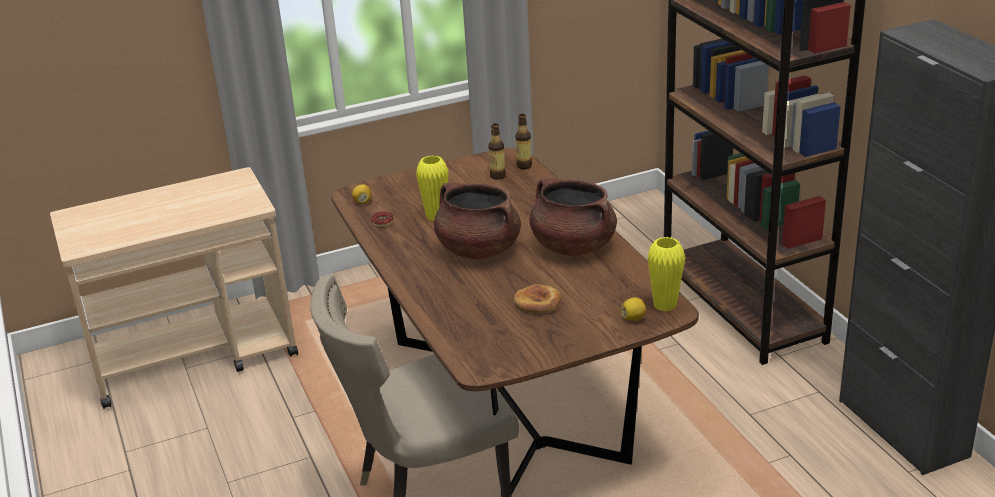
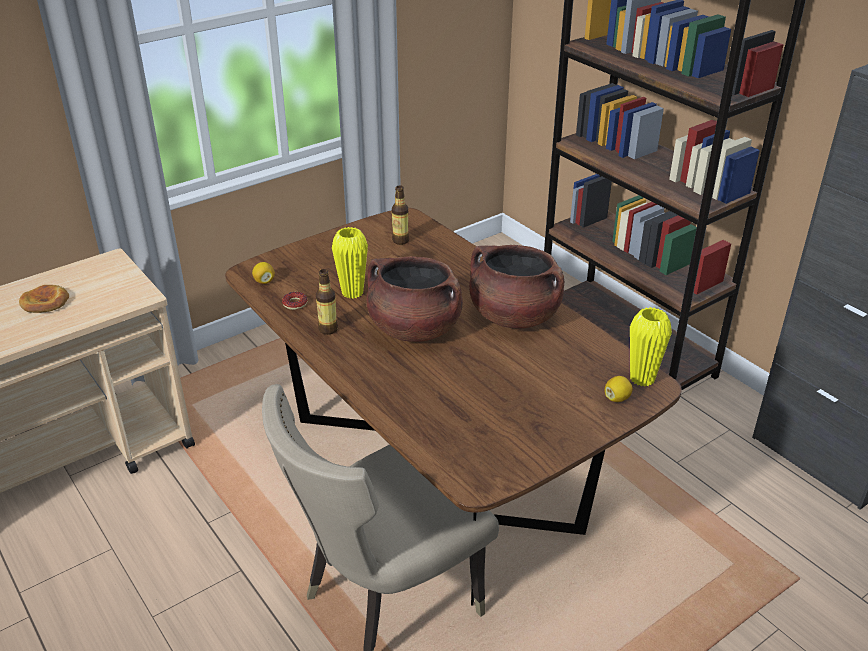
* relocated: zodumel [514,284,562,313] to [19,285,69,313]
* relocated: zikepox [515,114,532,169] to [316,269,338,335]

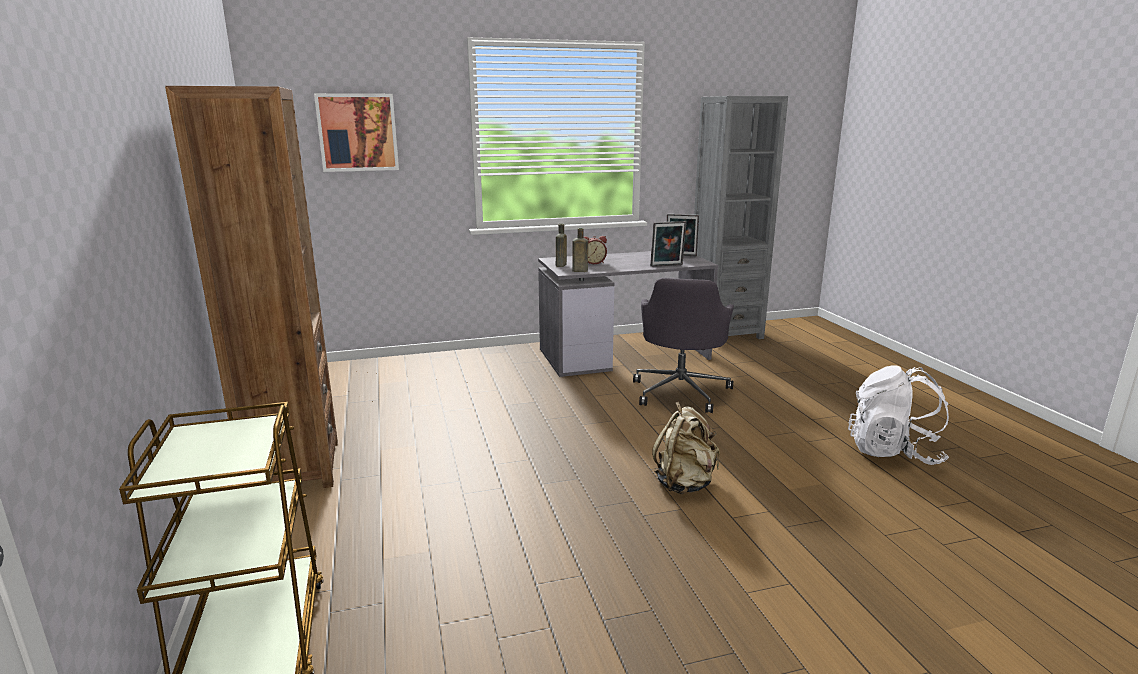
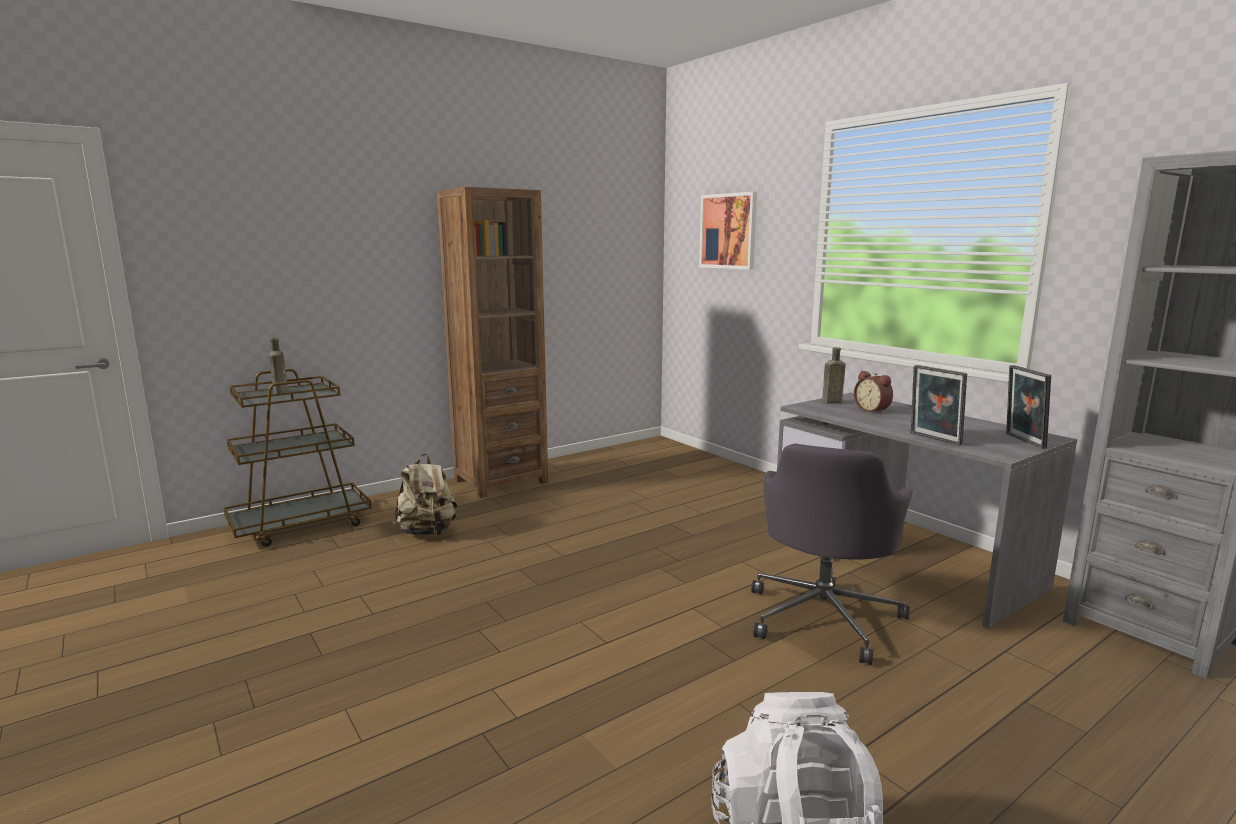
* relocated: brown zikepox [572,228,588,272] to [269,338,288,394]
* relocated: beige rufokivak [652,402,720,494] to [392,454,458,536]
* spun: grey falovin [633,278,734,413] = [751,444,913,665] 60 degrees counterclockwise

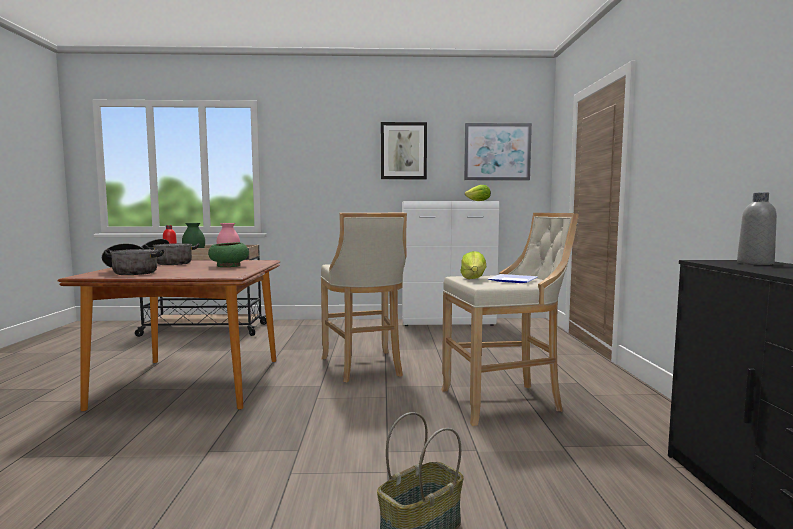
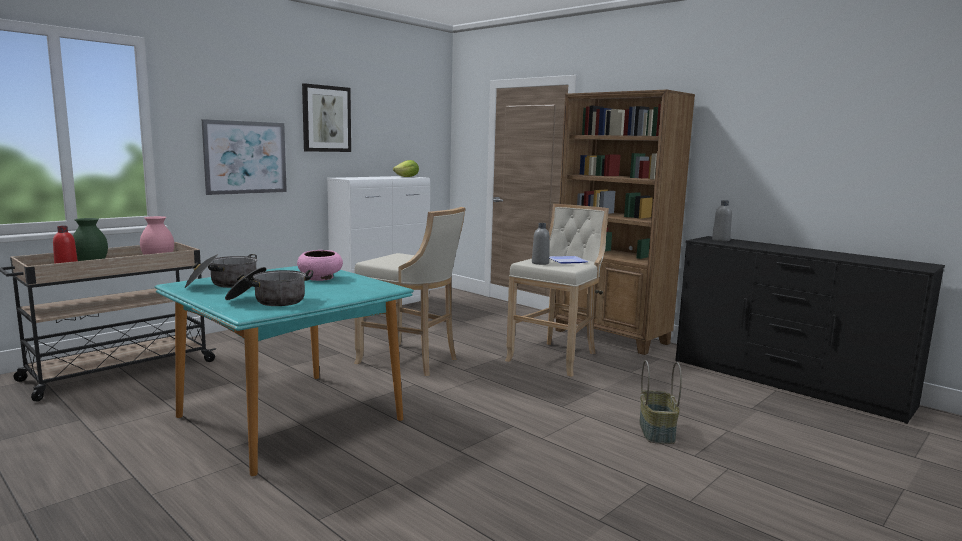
* appeared: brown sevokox [554,90,695,355]
* relocated: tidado [464,123,532,180] to [202,119,287,195]
* exchanged: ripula [460,251,486,279] to grey zikepox [532,223,550,265]
* colour: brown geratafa [58,260,280,412] to turquoise geratafa [155,266,414,476]
* colour: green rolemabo [208,242,249,267] to pink rolemabo [297,250,343,281]

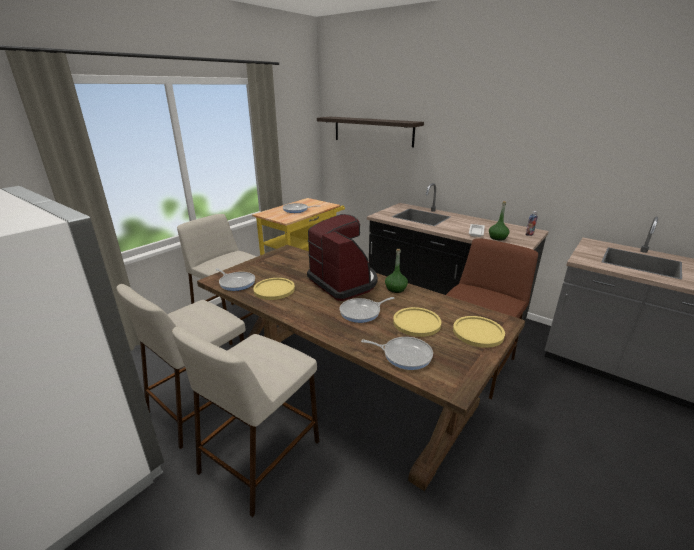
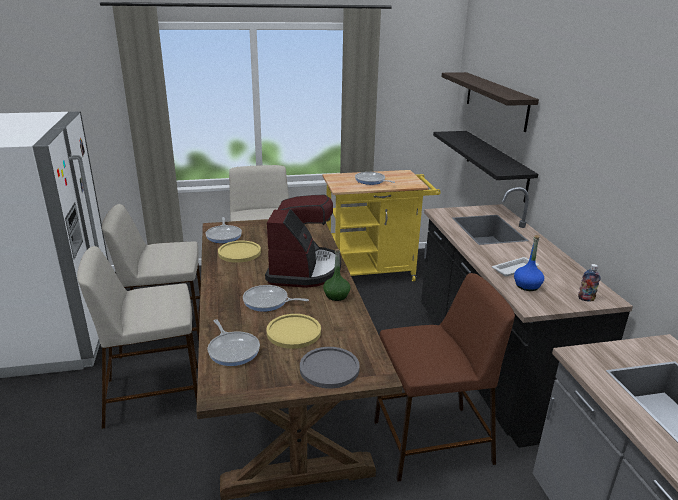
* appeared: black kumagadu [433,131,538,203]
* colour: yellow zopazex [453,316,505,348] to grey zopazex [300,347,360,389]
* colour: green zikepox [489,201,510,240] to blue zikepox [514,235,544,291]

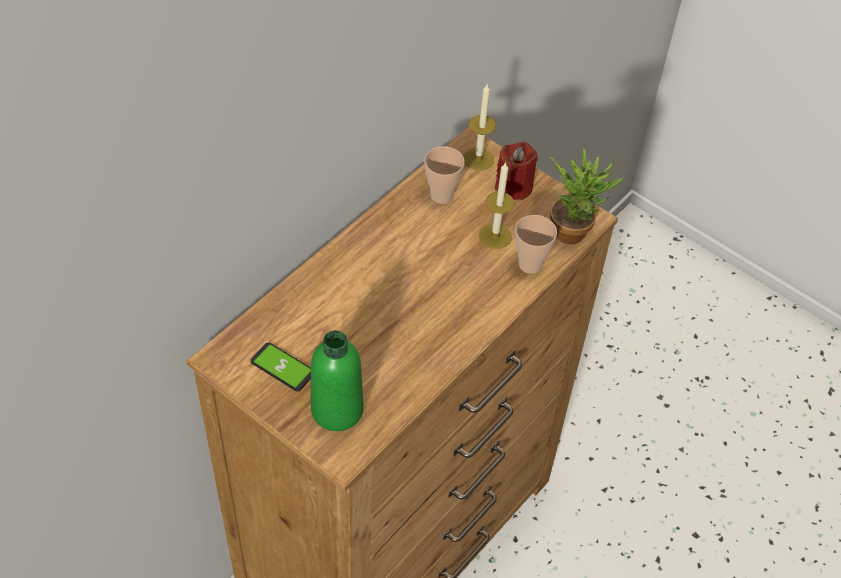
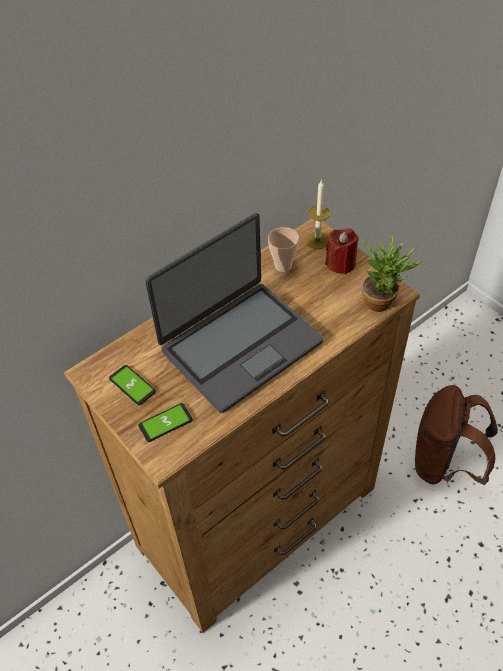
* missing: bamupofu [479,162,514,249]
* missing: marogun [515,215,557,274]
* appeared: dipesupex [145,213,323,413]
* appeared: brown rufokivak [415,385,498,485]
* exchanged: green zikepox [311,330,364,431] to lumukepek [139,403,193,442]

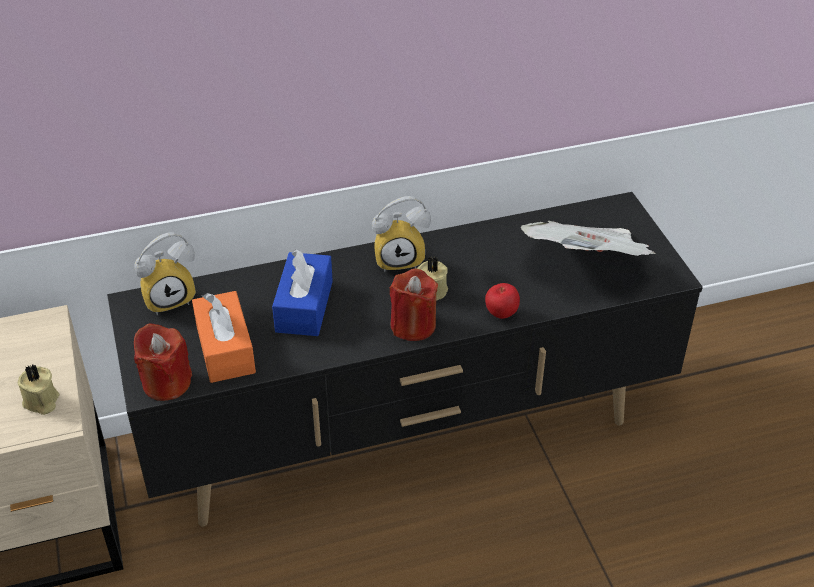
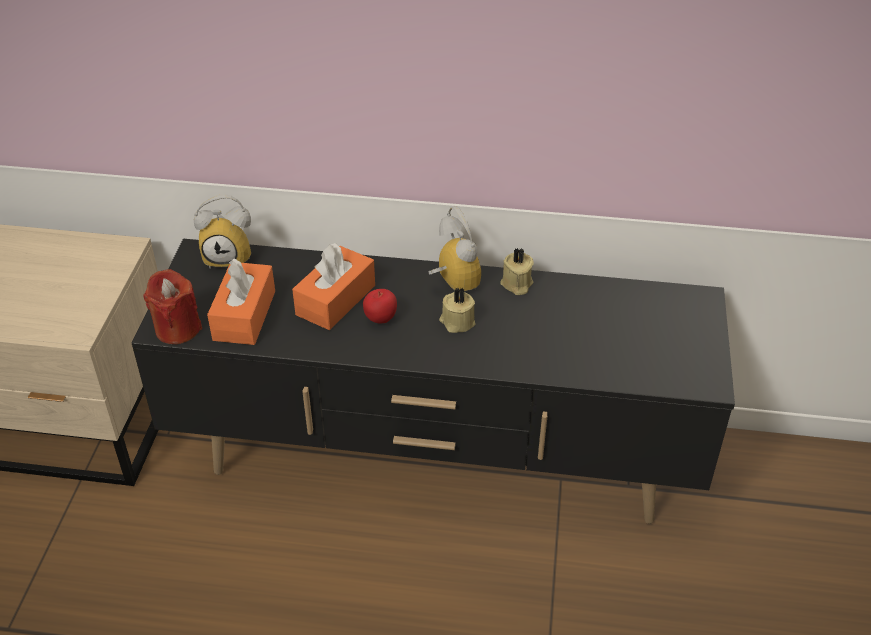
* missing: red bamupofu [390,268,438,341]
* missing: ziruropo [521,221,656,256]
* relocated: beige bamupofu [18,365,59,415] to [500,248,534,295]
* relocated: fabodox [485,283,520,319] to [363,289,397,323]
* colour: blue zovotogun [272,249,333,336] to orange zovotogun [292,243,375,330]
* spun: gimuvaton [372,196,431,272] = [428,207,481,291] 135 degrees counterclockwise

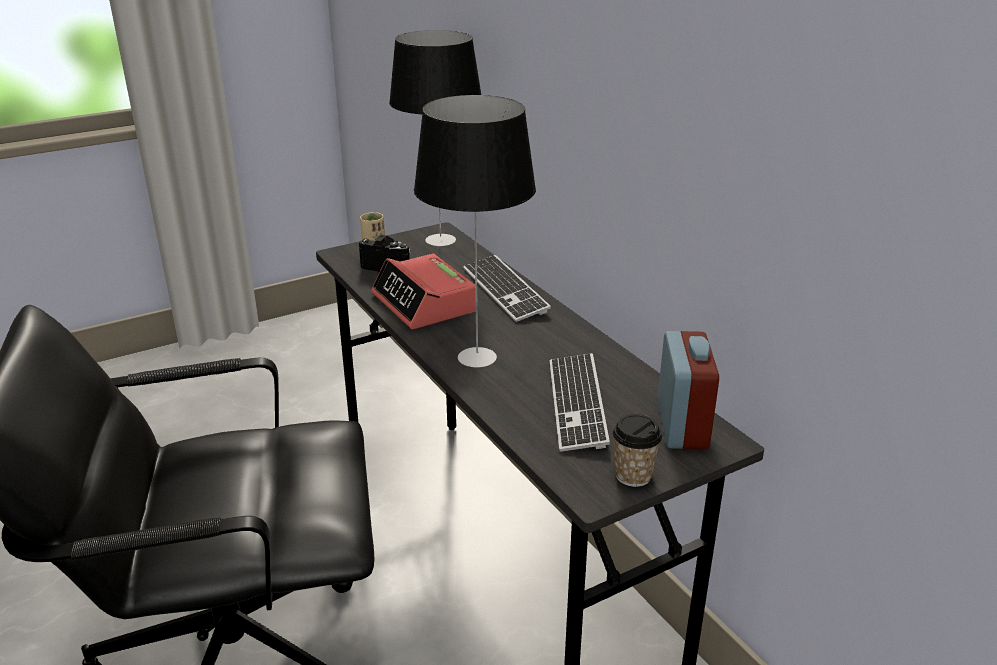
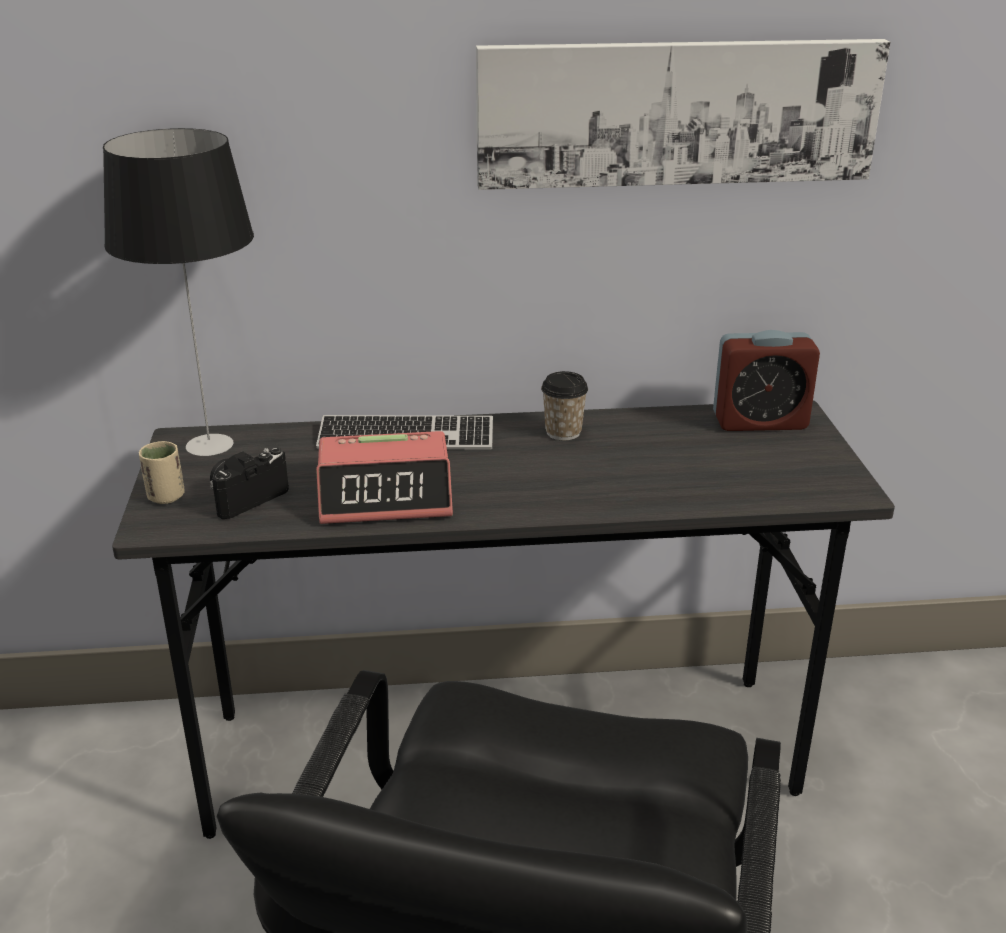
* missing: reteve [414,95,536,368]
* missing: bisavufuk [549,353,610,452]
* appeared: tidado [476,39,890,190]
* relocated: marogun [612,414,662,487] to [541,371,588,440]
* spun: gimuvaton [658,331,719,449] = [713,330,820,431] 150 degrees clockwise

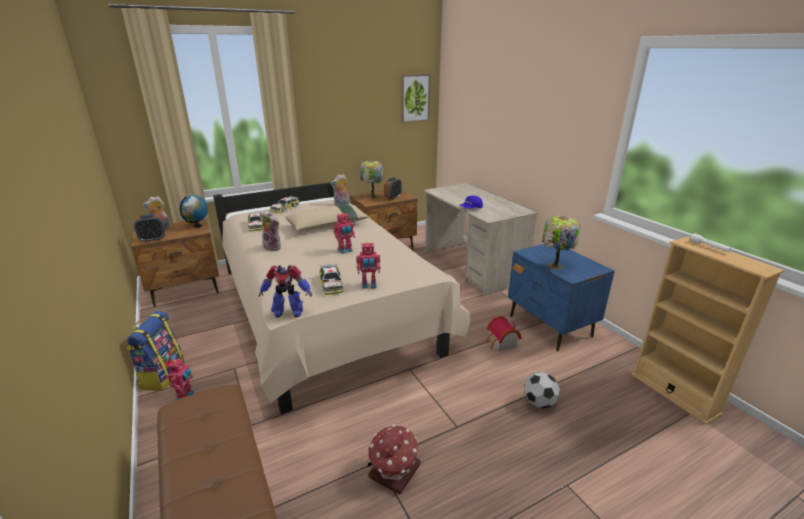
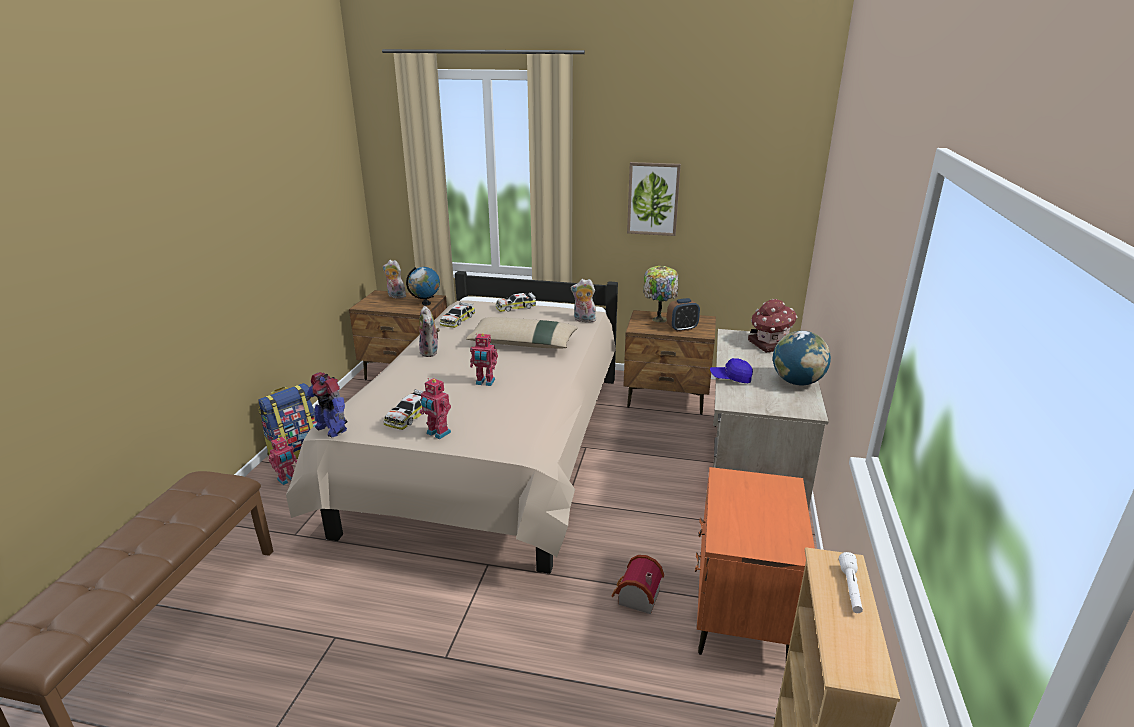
* missing: gimuvaton [134,214,165,242]
* missing: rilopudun [524,372,560,408]
* missing: reteve [542,216,580,270]
* appeared: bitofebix [773,331,831,385]
* relocated: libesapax [368,424,421,495] to [748,299,797,353]
* relocated: tidado [401,74,431,123] to [627,162,681,236]
* colour: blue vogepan [508,244,615,351] to orange vogepan [695,467,815,660]

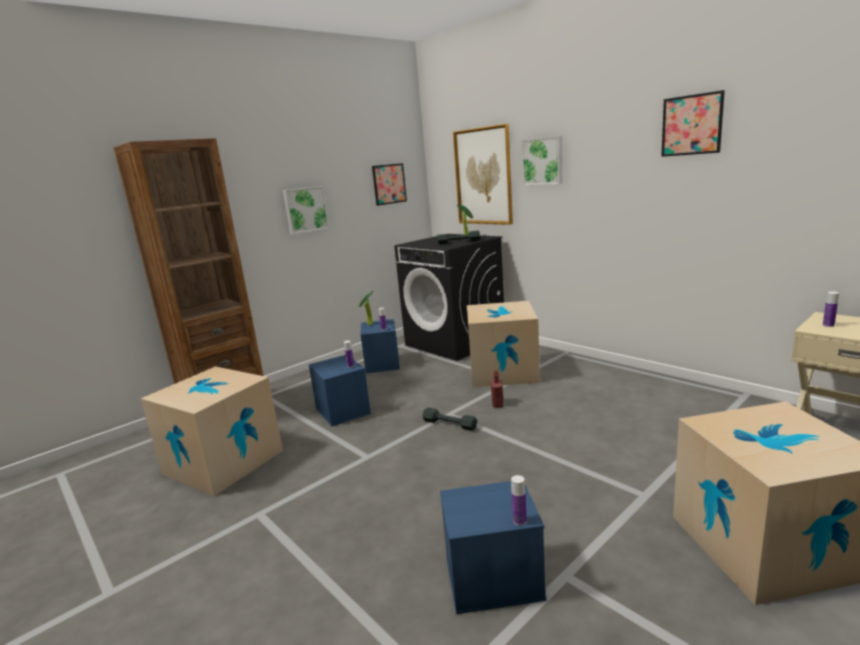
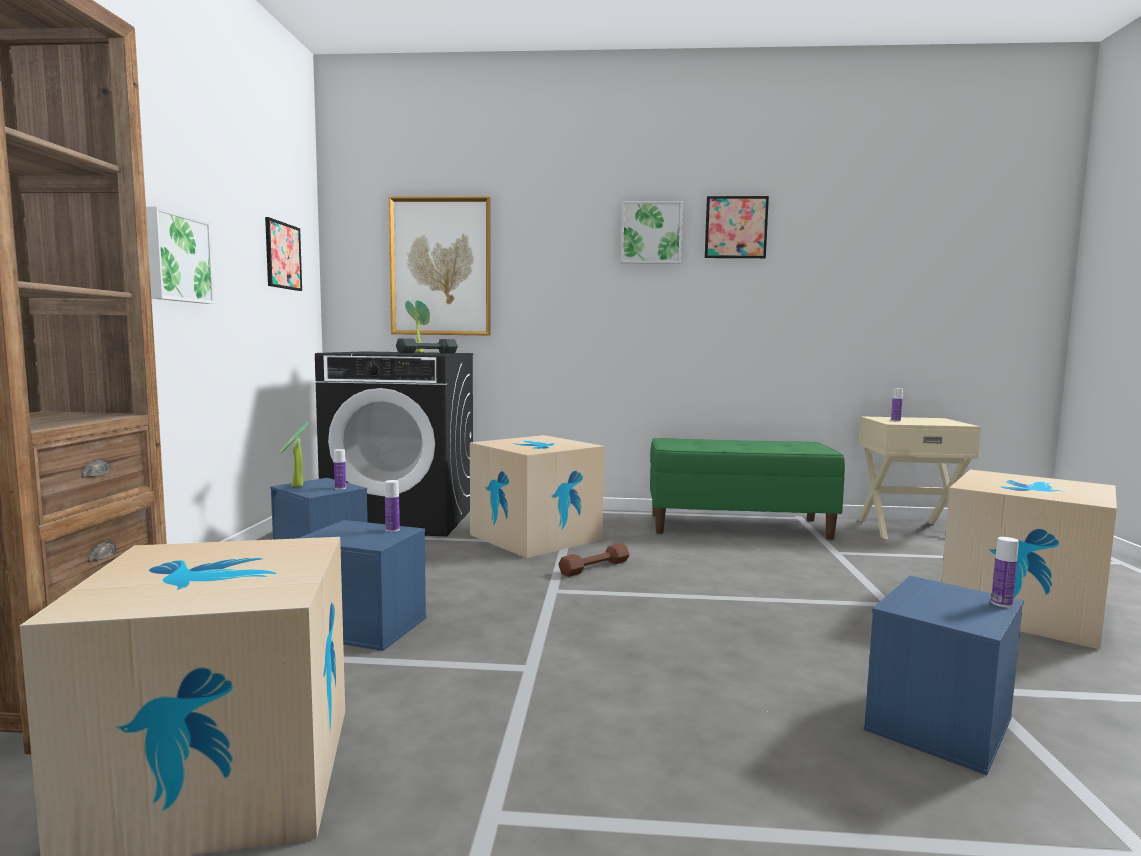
* missing: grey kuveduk [422,407,477,431]
* appeared: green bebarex [650,438,845,540]
* relocated: tidado [521,136,562,185] to [621,201,683,264]
* exchanged: red zikepox [491,370,504,408] to brown kuveduk [558,543,630,577]

